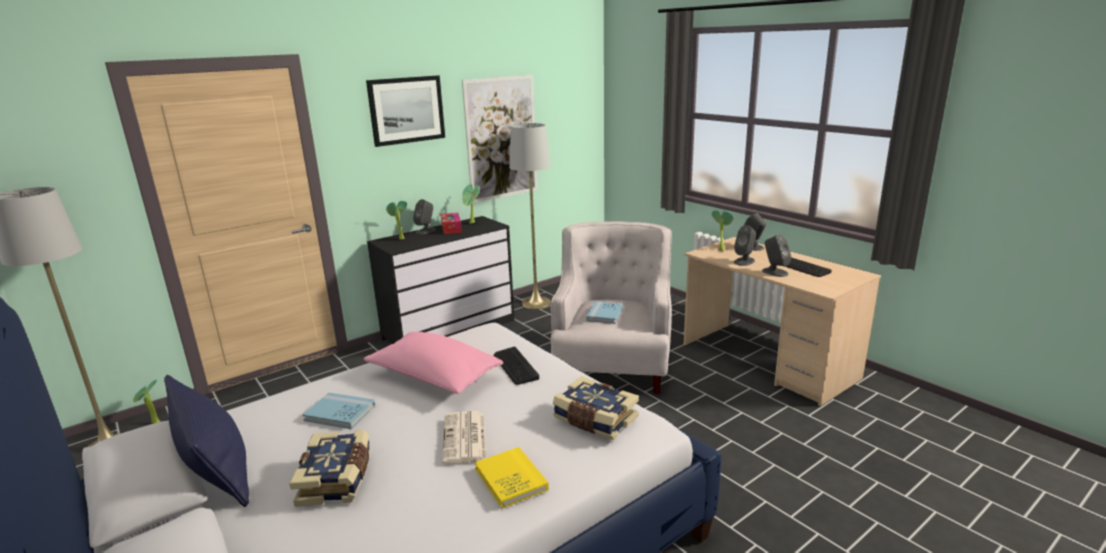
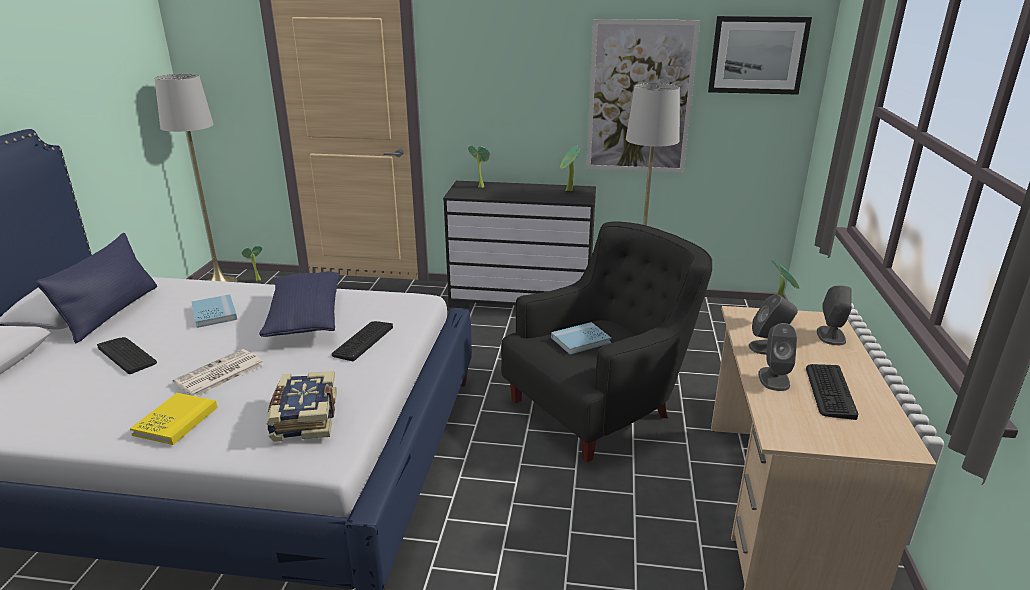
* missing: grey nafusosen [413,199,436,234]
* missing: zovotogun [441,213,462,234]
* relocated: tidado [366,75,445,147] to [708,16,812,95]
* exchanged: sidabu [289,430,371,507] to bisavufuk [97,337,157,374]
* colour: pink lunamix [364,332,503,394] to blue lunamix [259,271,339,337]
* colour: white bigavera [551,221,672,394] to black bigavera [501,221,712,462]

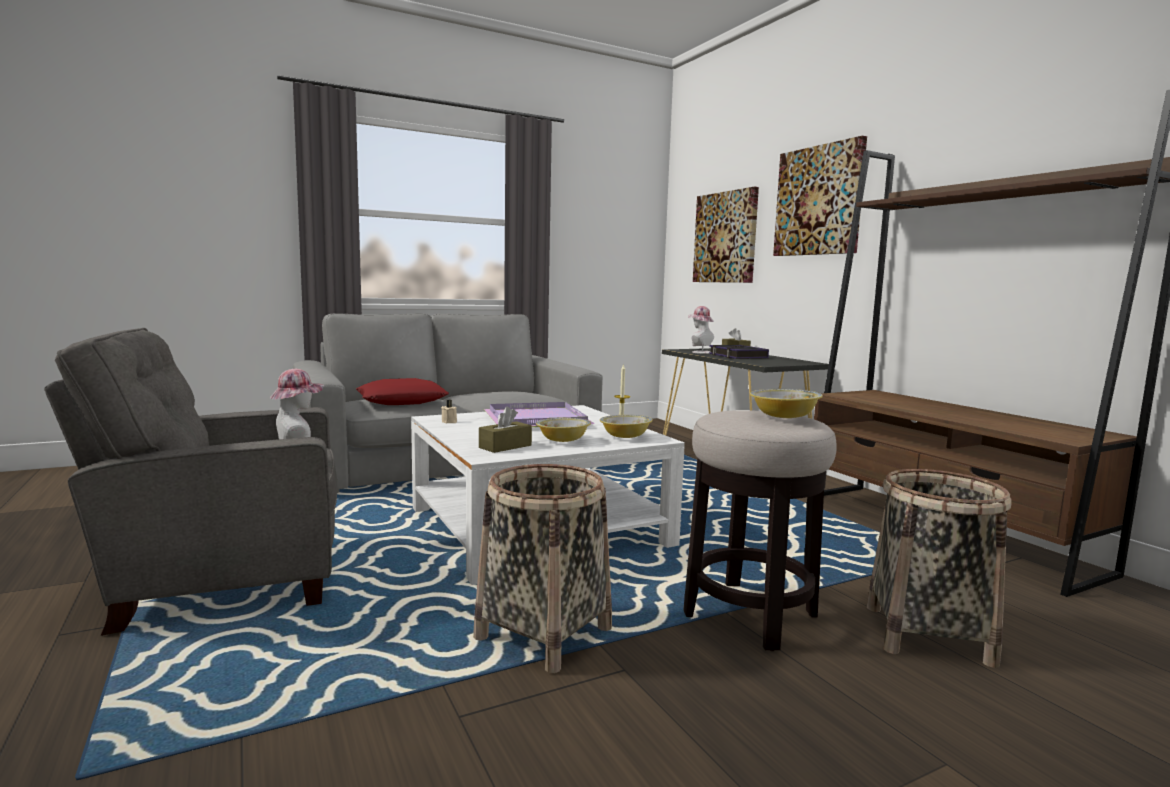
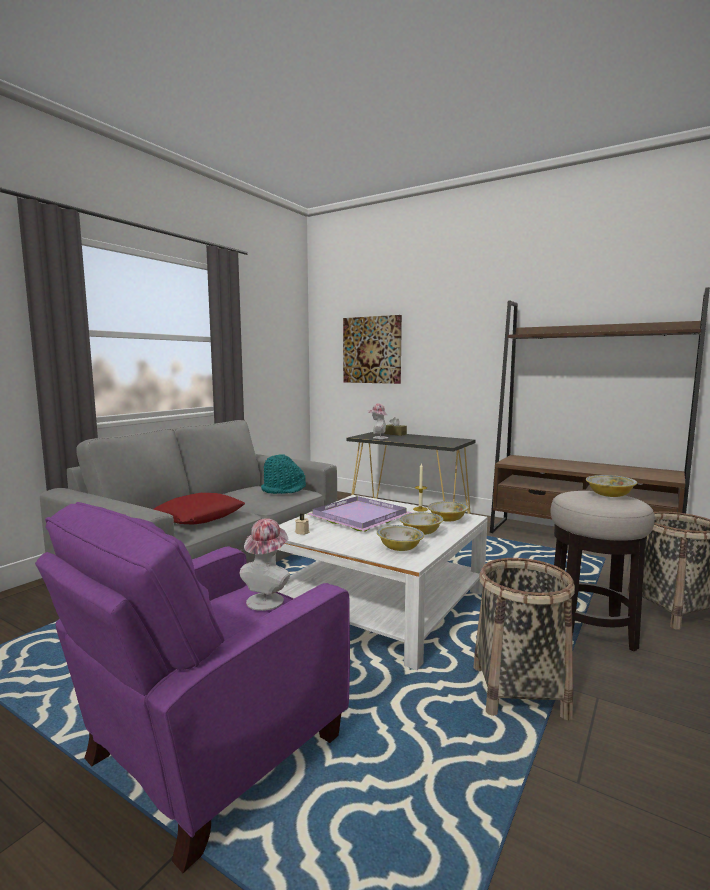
* missing: sidabu [709,345,769,359]
* missing: tidado [773,136,867,256]
* appeared: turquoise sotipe [261,455,306,494]
* exchanged: brown zovotogun [479,407,532,453] to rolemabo [377,525,424,551]
* colour: grey bigavera [44,328,337,636] to purple bigavera [35,502,350,873]

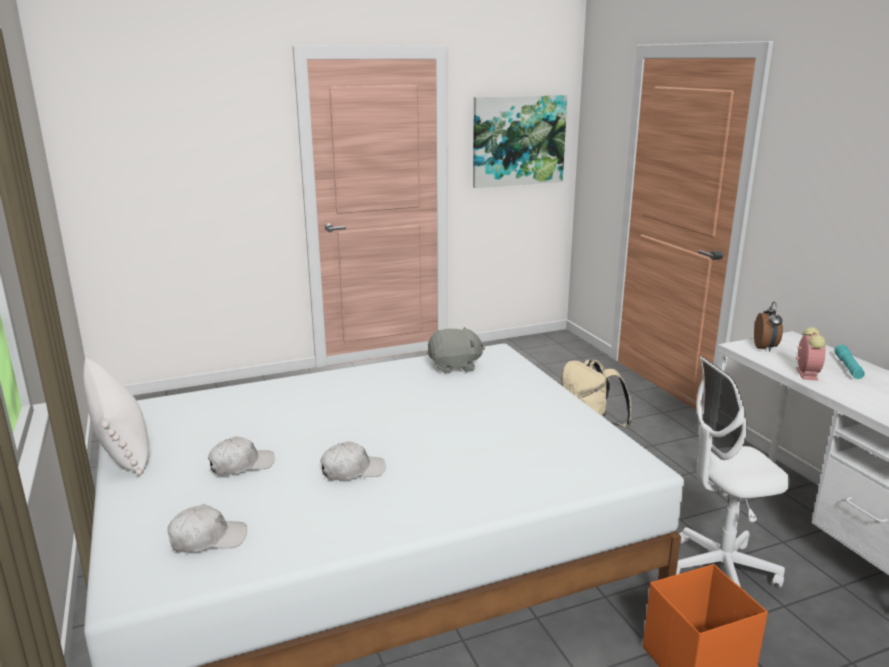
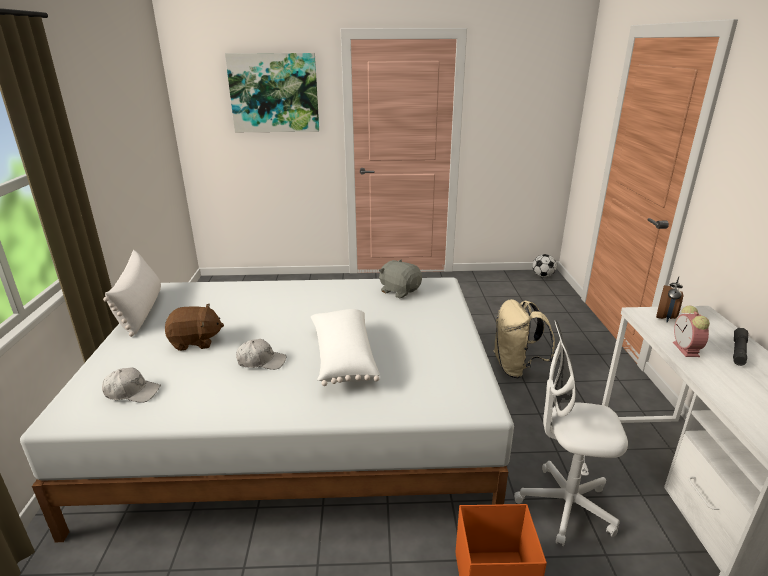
* appeared: white lunamix [311,309,380,386]
* appeared: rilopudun [532,254,557,277]
* relocated: tidado [473,95,567,188] to [225,53,319,132]
* exchanged: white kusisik [208,436,275,476] to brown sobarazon [165,304,224,351]
* colour: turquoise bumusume [834,345,865,379] to grey bumusume [733,328,748,366]
* spun: grey sobarazon [427,327,485,374] = [379,259,422,299] 150 degrees counterclockwise
* spun: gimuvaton [796,327,826,380] = [673,306,710,357] 150 degrees clockwise

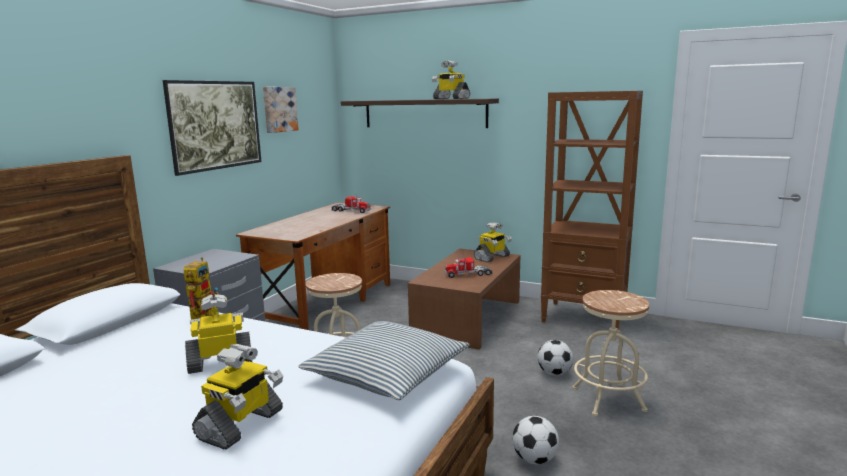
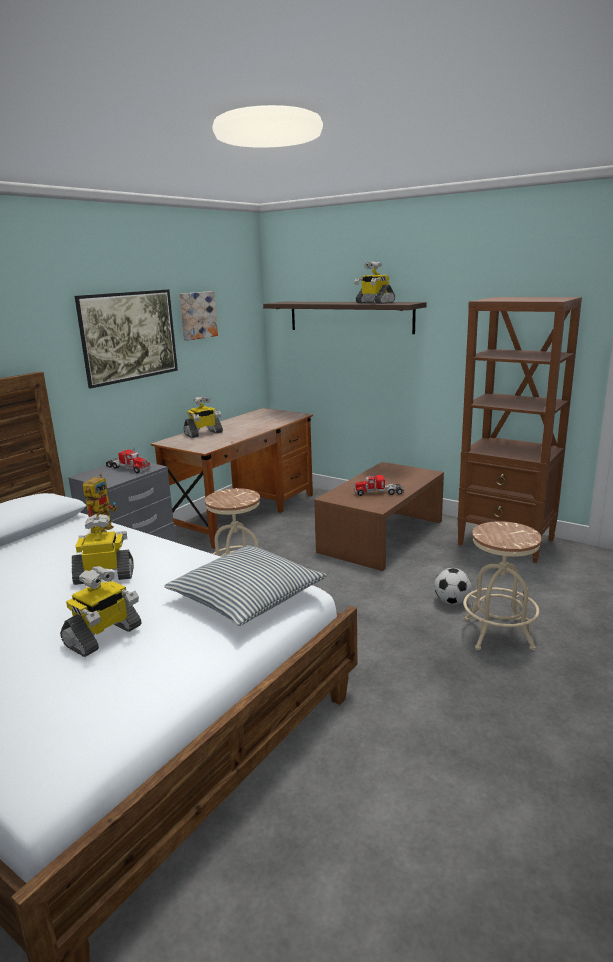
* missing: rilopudun [512,416,559,464]
* relocated: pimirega [332,195,371,213] to [106,447,151,473]
* relocated: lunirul [474,222,512,262] to [184,396,223,438]

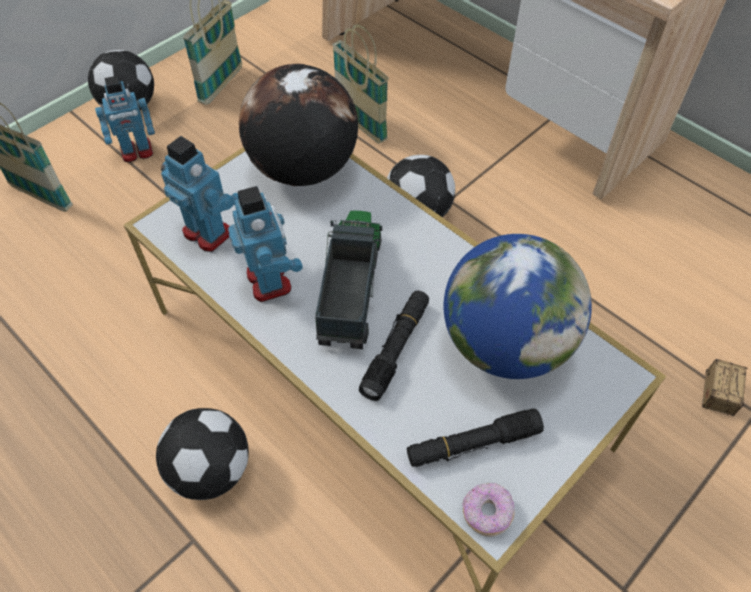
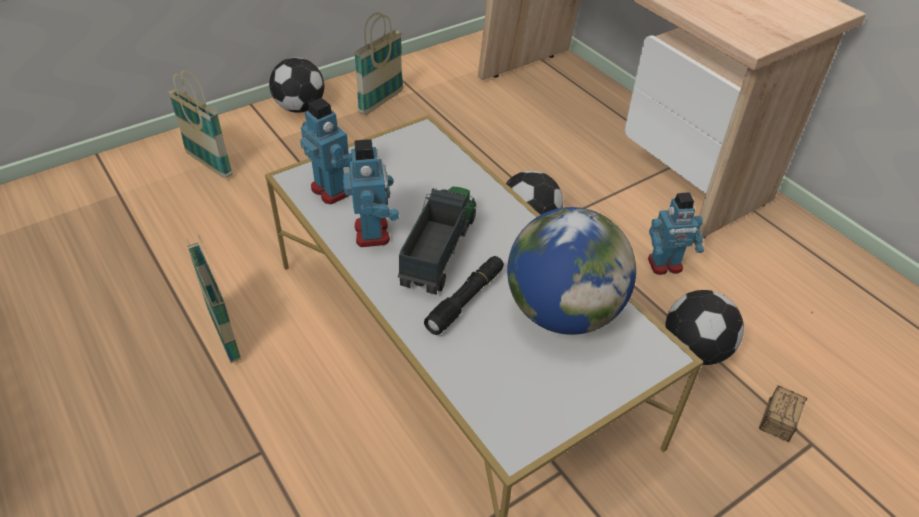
* missing: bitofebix [239,64,358,186]
* missing: black bumusume [407,409,544,467]
* missing: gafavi [462,483,515,537]
* relocated: lunirul [95,76,155,162] to [648,192,704,275]
* relocated: rilopudun [156,408,249,500] to [665,290,744,365]
* relocated: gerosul [332,24,389,144] to [187,234,241,363]

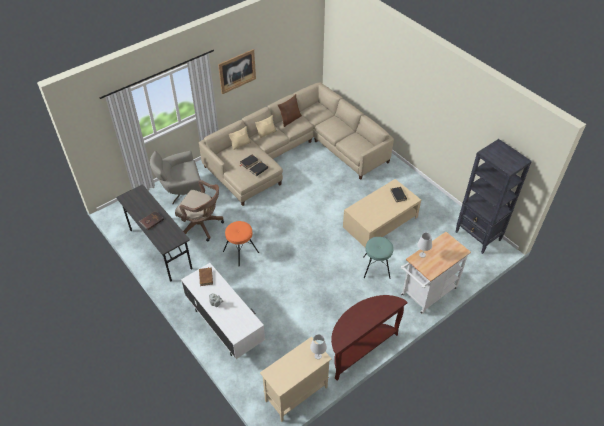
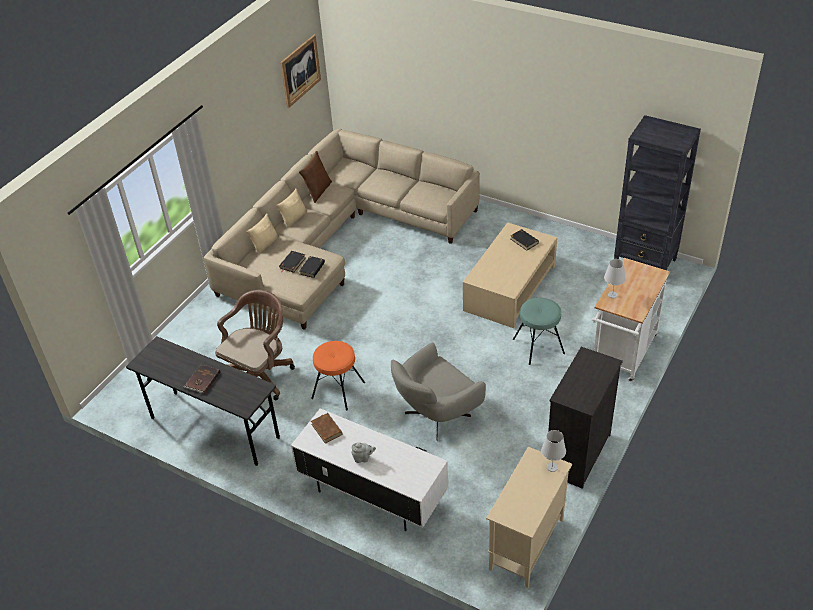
* relocated: grey bigavera [150,151,201,204] to [391,343,486,439]
* relocated: tidado [218,49,256,94] to [280,35,321,108]
* exchanged: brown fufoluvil [331,295,408,381] to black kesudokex [548,347,623,489]
* spun: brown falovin [175,180,224,242] = [215,290,295,400] 60 degrees counterclockwise

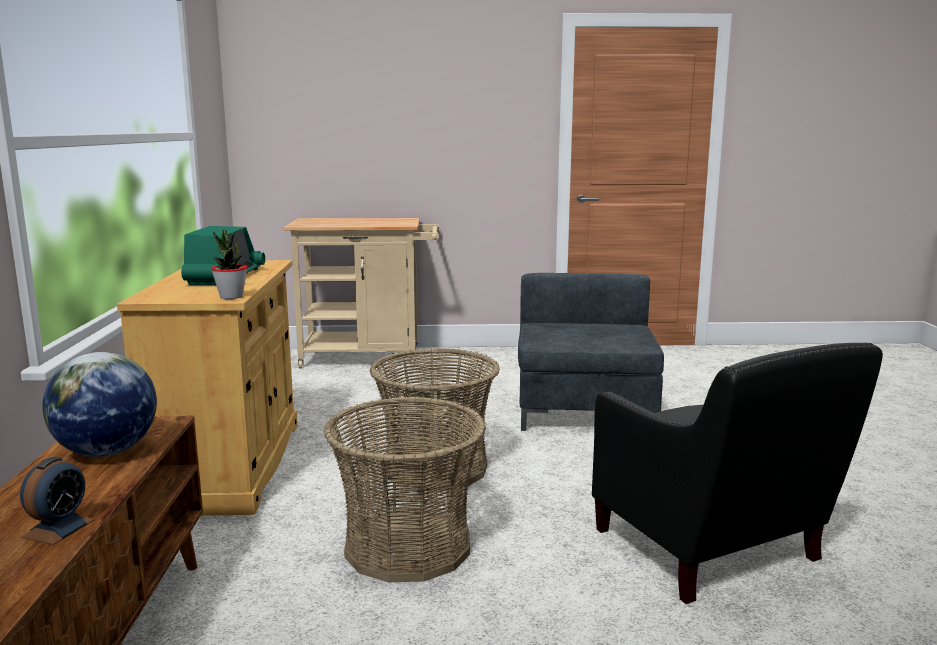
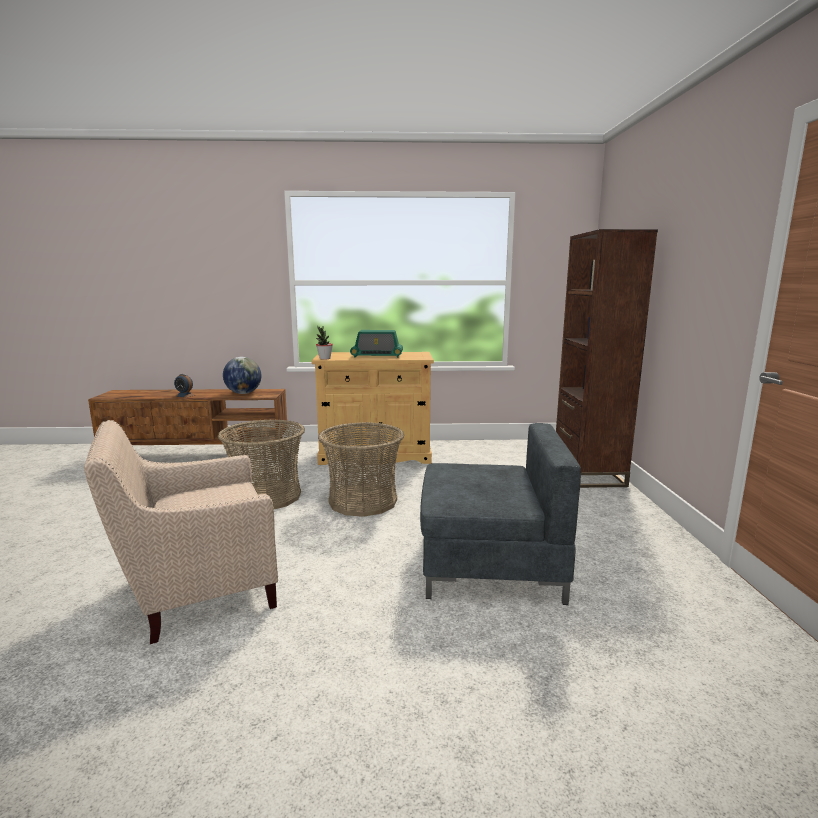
* exchanged: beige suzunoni [283,218,439,369] to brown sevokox [556,229,658,488]
* colour: black bigavera [592,342,883,604] to beige bigavera [84,420,278,644]

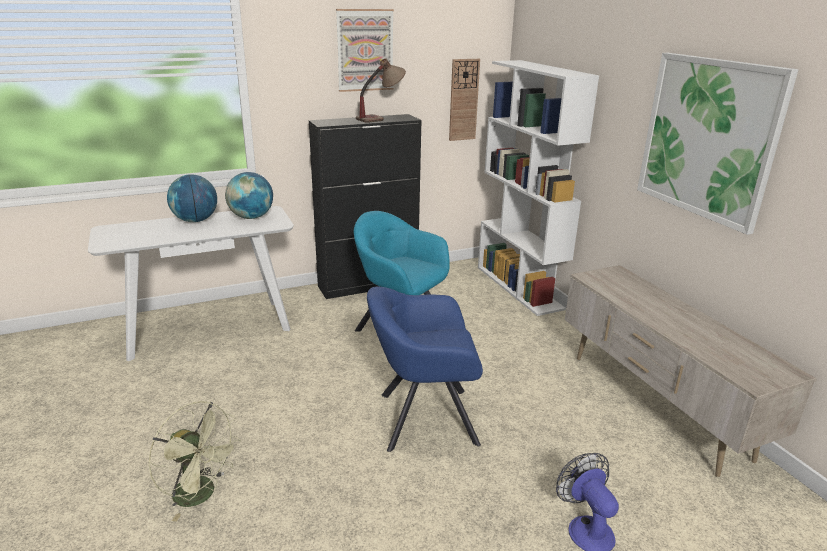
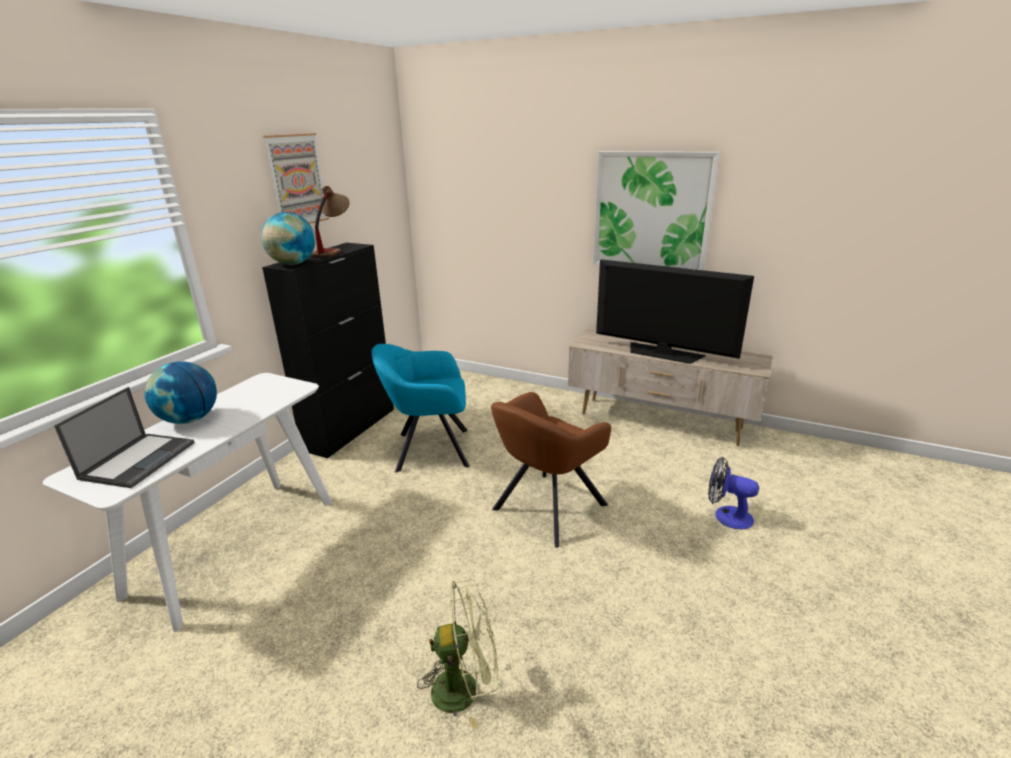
* missing: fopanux [449,59,480,141]
* missing: white sevokox [478,60,599,316]
* appeared: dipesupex [54,387,195,488]
* appeared: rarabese [596,259,754,364]
* relocated: bitofebix [225,172,273,219] to [261,212,316,265]
* colour: blue bigavera [367,287,483,452] to brown bigavera [491,392,611,548]

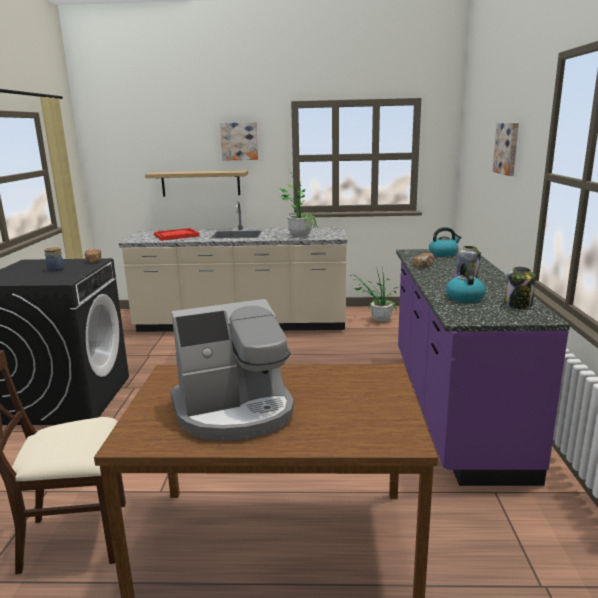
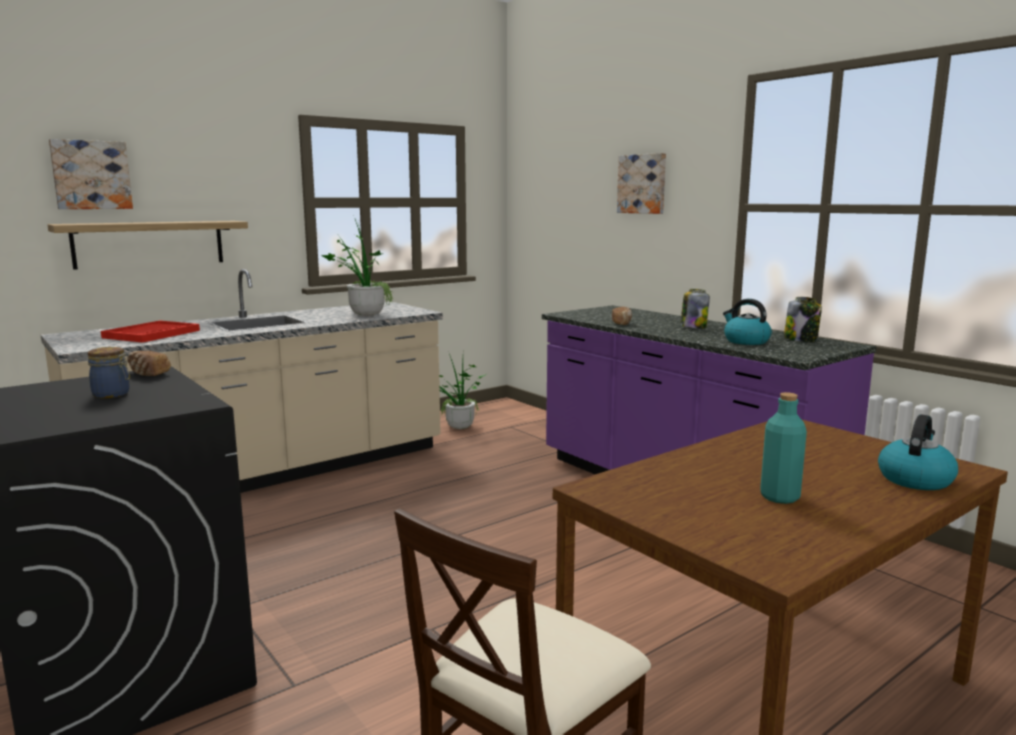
* relocated: tidado [220,122,258,160] to [49,139,133,209]
* relocated: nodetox [429,227,462,257] to [878,415,958,490]
* exchanged: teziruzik [170,299,294,441] to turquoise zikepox [760,392,807,504]

